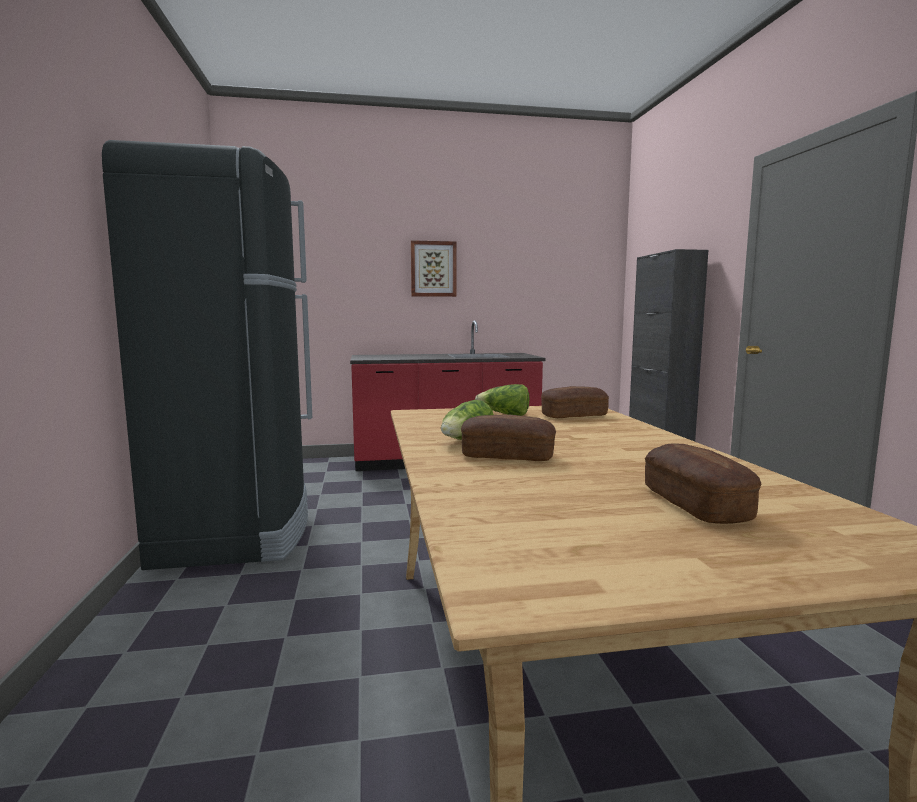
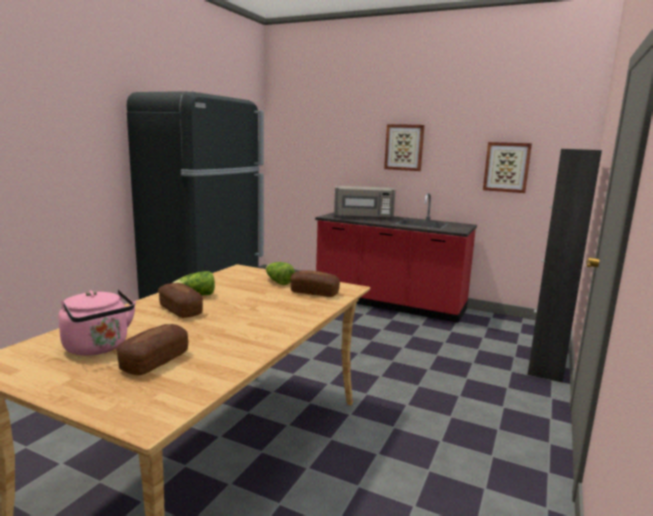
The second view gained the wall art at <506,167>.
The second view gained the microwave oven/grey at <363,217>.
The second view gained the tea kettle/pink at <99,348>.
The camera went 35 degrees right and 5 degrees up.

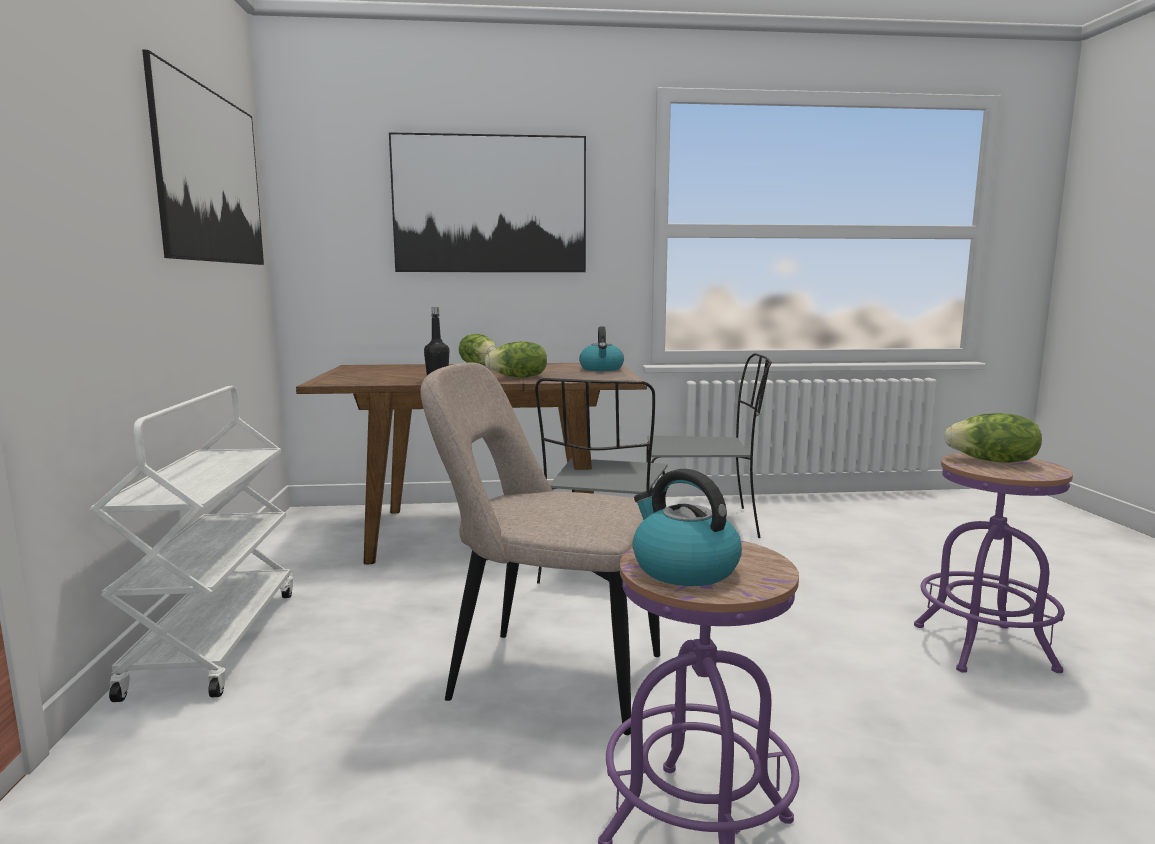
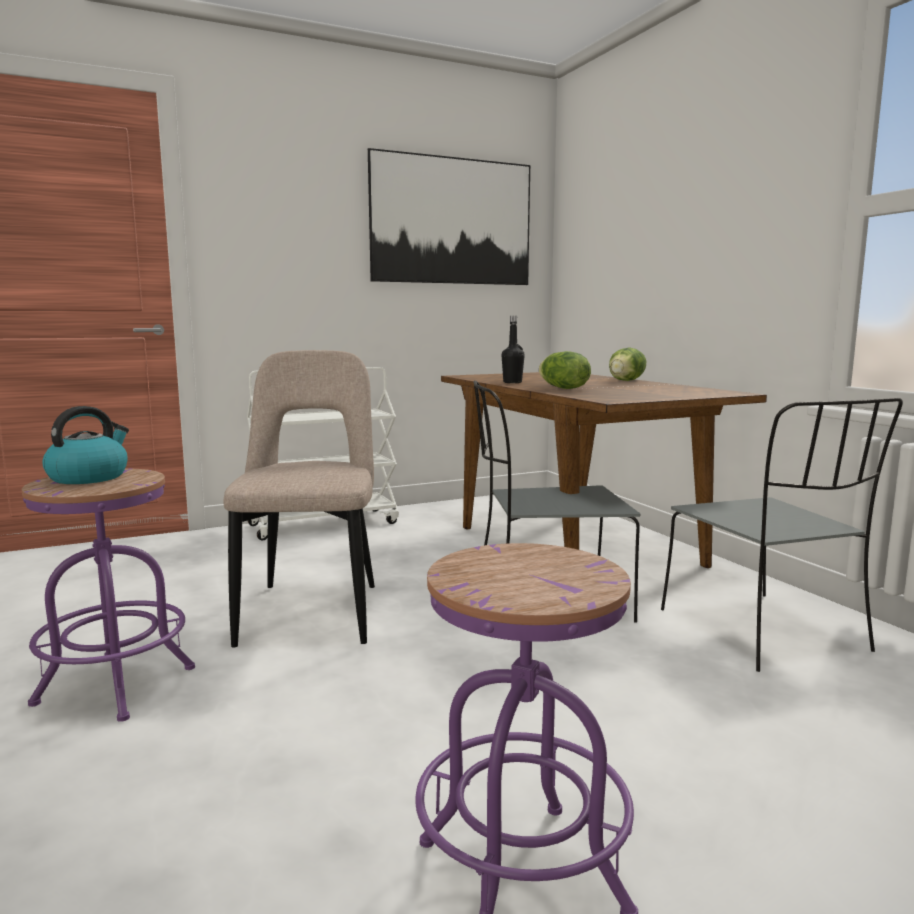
The second view lost the wall art at <490,204>.
The second view lost the tea kettle at <601,369>.
The second view lost the lettuce at <993,461>.
The camera went 70 degrees right and 0 degrees up.

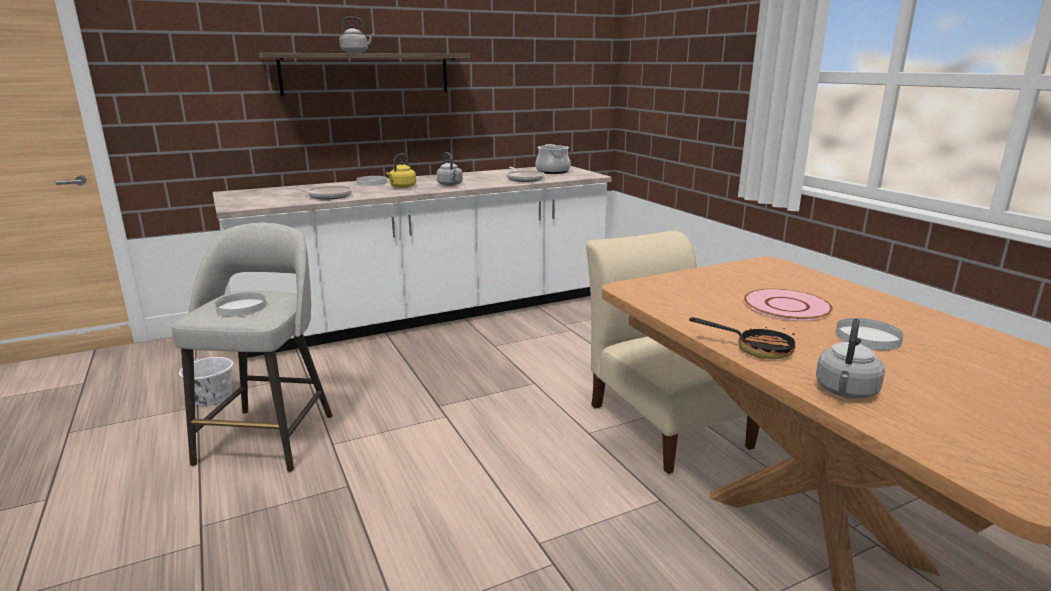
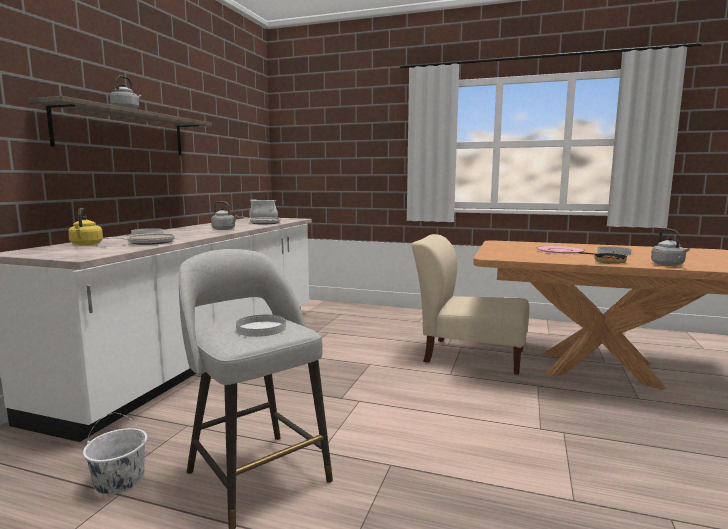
The tea kettle/yellowish ended up elsewhere, having gone from <402,187> to <86,244>.
The camera went 45 degrees left and 10 degrees down.

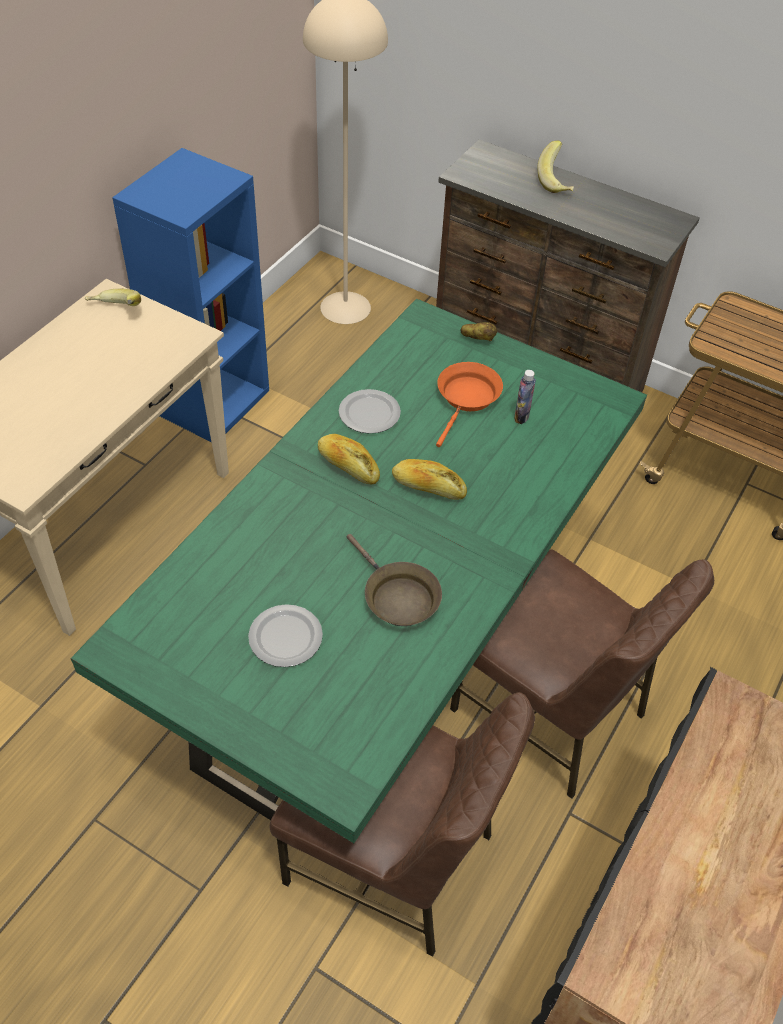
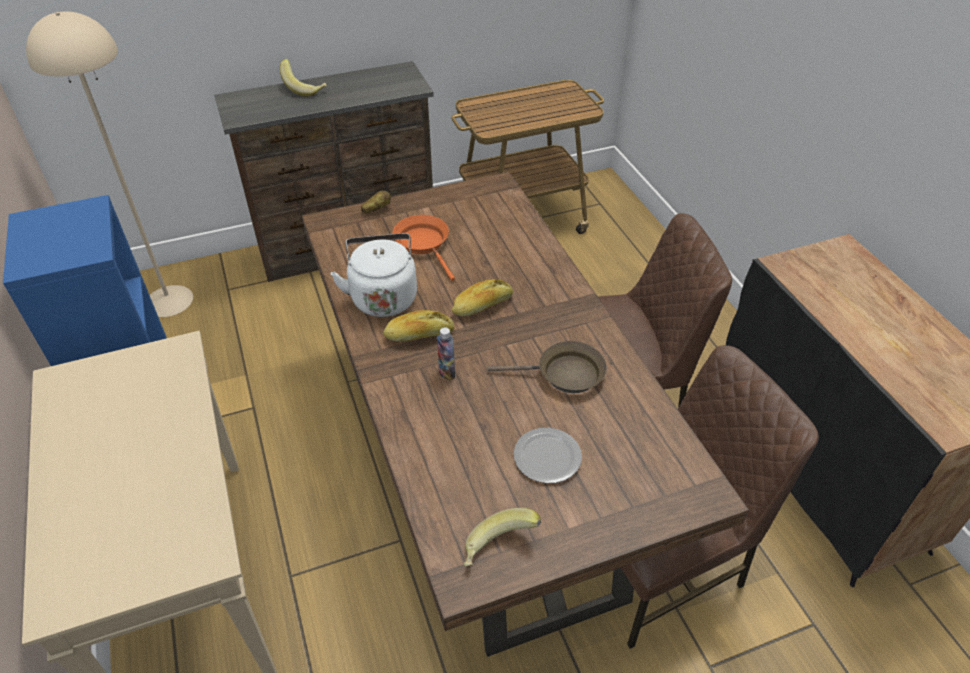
The whole banana ended up elsewhere, having gone from <115,312> to <499,549>.
What was the dining table/greenish at <384,645> turned into the dining table/brown at <486,463>.
The drink bottle ended up elsewhere, having gone from <521,416> to <446,372>.
Where the plate stood at <370,413>, the tea kettle/whitish came to stand at <383,296>.
The camera went 50 degrees left and 5 degrees down.

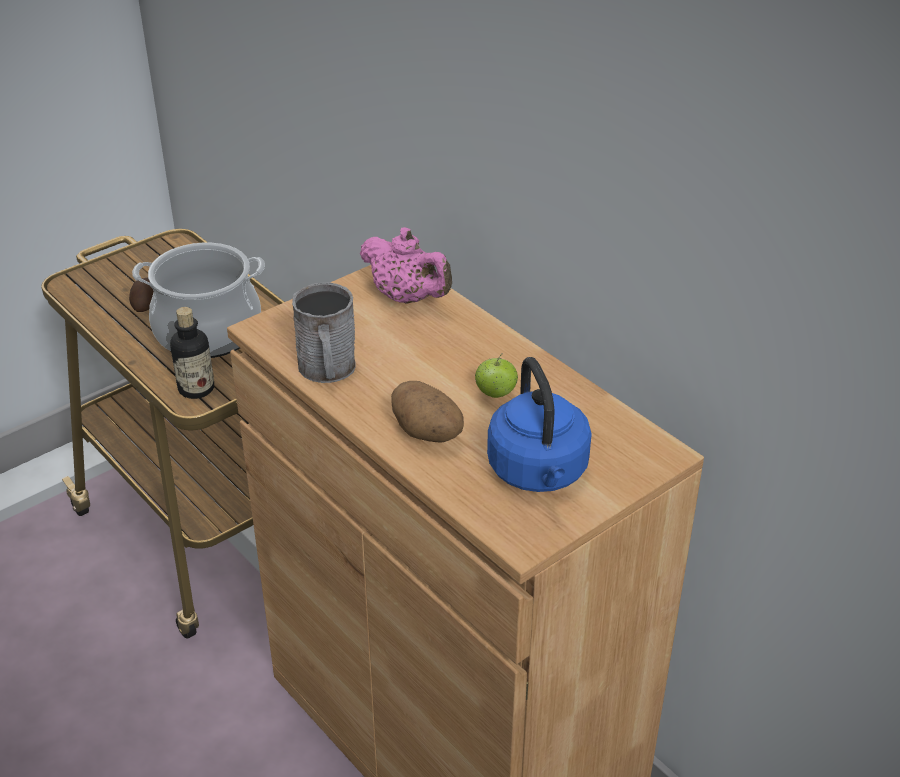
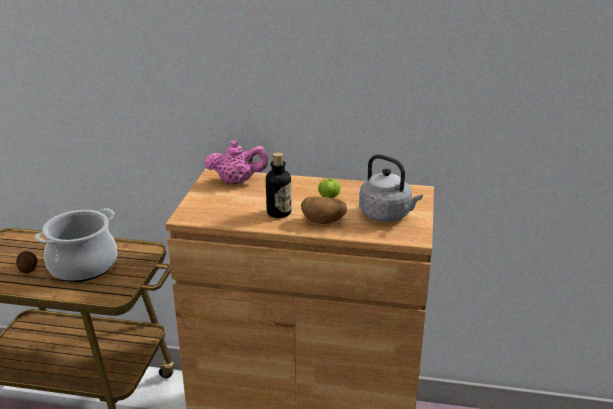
The second view lost the coffee mug/grey at <328,370>.
The drink bottle ended up elsewhere, having gone from <196,389> to <279,212>.
What was the tea kettle/blue-coloured at <539,473> turned into the tea kettle/grey at <387,215>.
The camera went 40 degrees left and 10 degrees down.

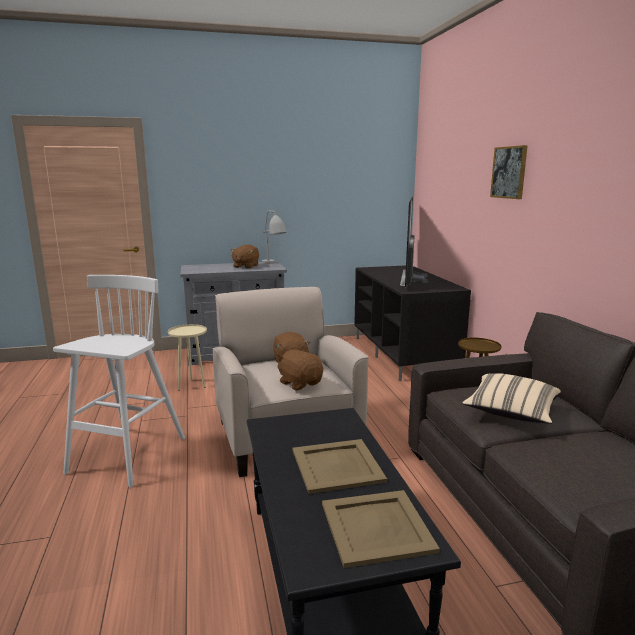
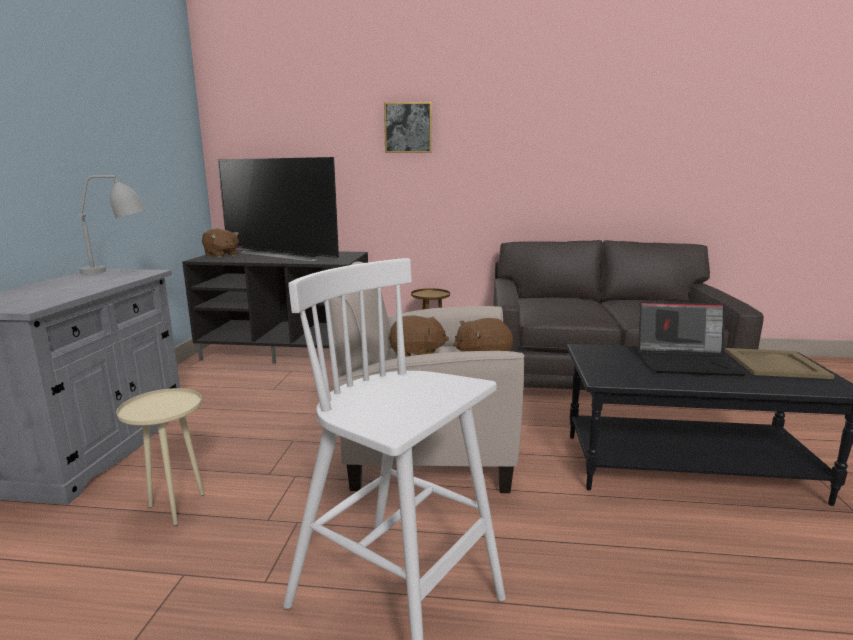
The soft toy/brown ended up elsewhere, having gone from <245,266> to <221,255>.
The second view lost the throw pillow/beige-coloured at <511,412>.
Where the carrying tray/beige-coloured stood at <338,466>, the notebook computer came to stand at <687,362>.
The camera went 70 degrees left and 0 degrees up.

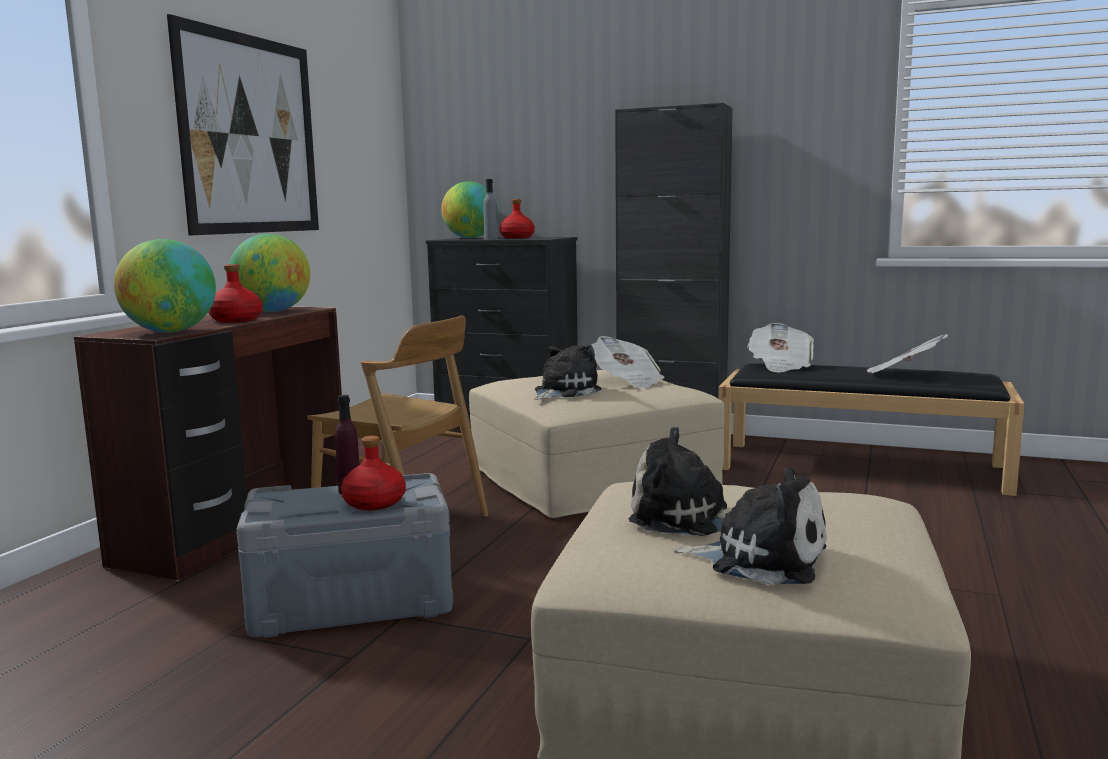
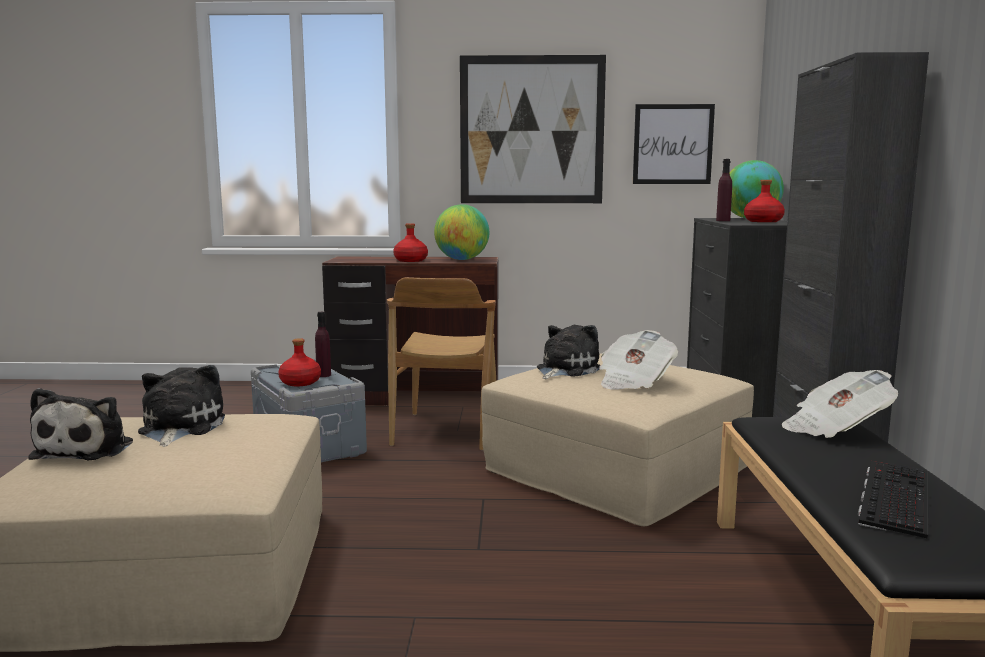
What was the drink bottle/grey at <491,239> turned into the drink bottle/purple at <723,220>.
The second view lost the globe at <170,332>.
Where the printed paper stood at <903,374>, the computer keyboard came to stand at <892,496>.
The soft toy at <563,391> ended up facing another way, 75 degrees counterclockwise from before.
The second view gained the wall art at <673,144>.
The camera went 70 degrees right and 0 degrees up.

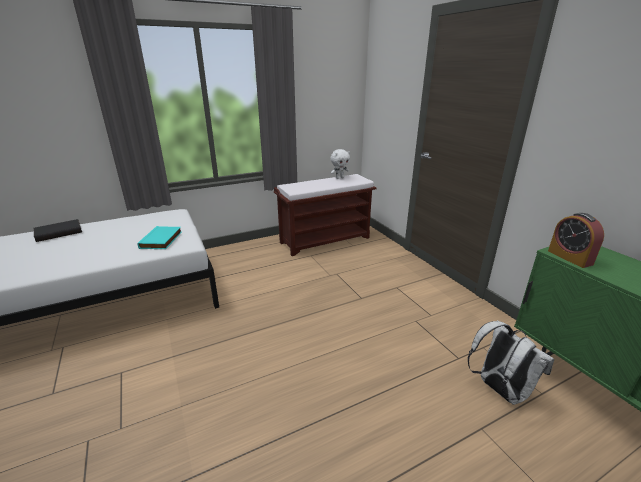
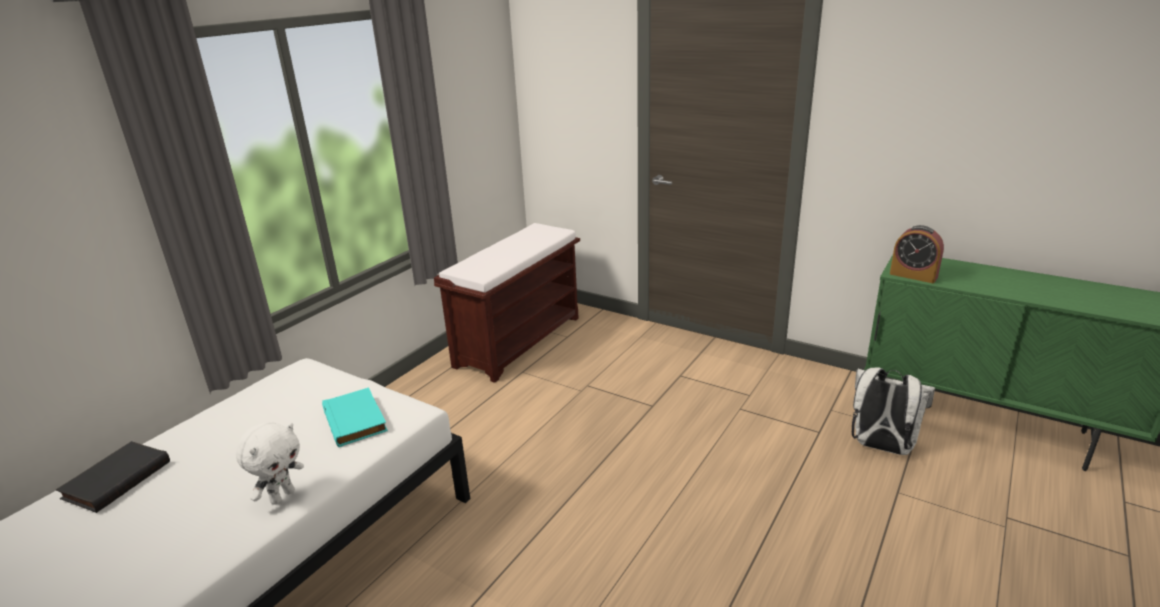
The soft toy/whitish ended up elsewhere, having gone from <339,178> to <282,496>.
The camera went 30 degrees left and 0 degrees up.

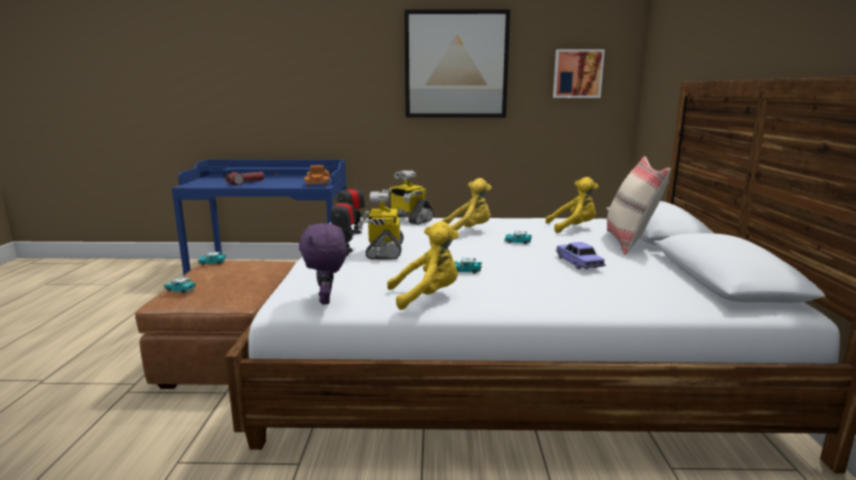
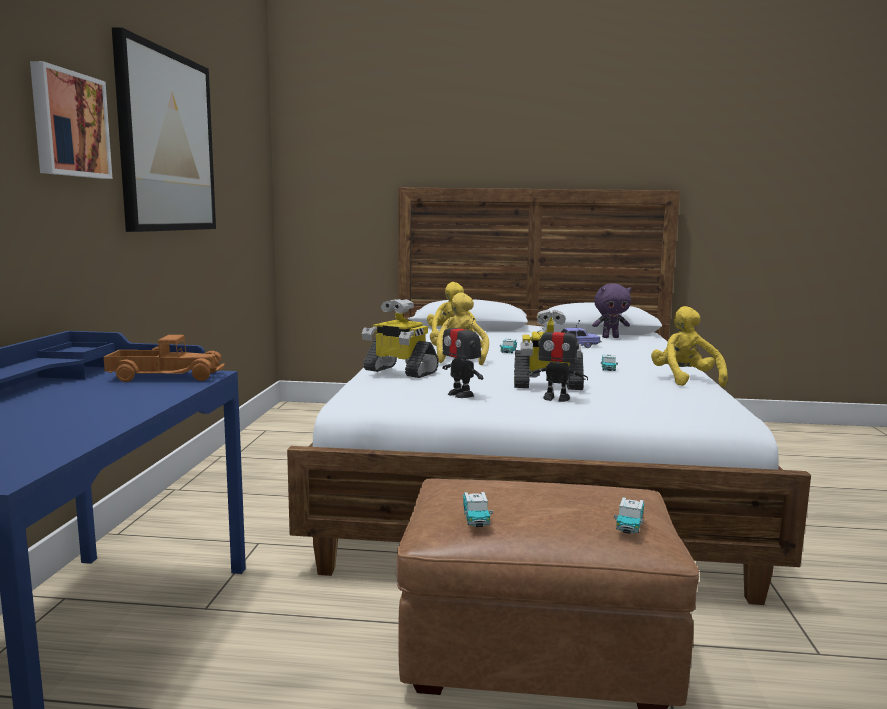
The wall art ended up elsewhere, having gone from <577,74> to <68,124>.
The second view lost the throw pillow/beige-coloured at <630,242>.
The toy robot at <407,219> ended up facing another way, 75 degrees clockwise from before.
The second view lost the flashlight at <246,183>.
The soft toy/purple ended up elsewhere, having gone from <326,300> to <610,337>.
The camera went 85 degrees left and 5 degrees down.

